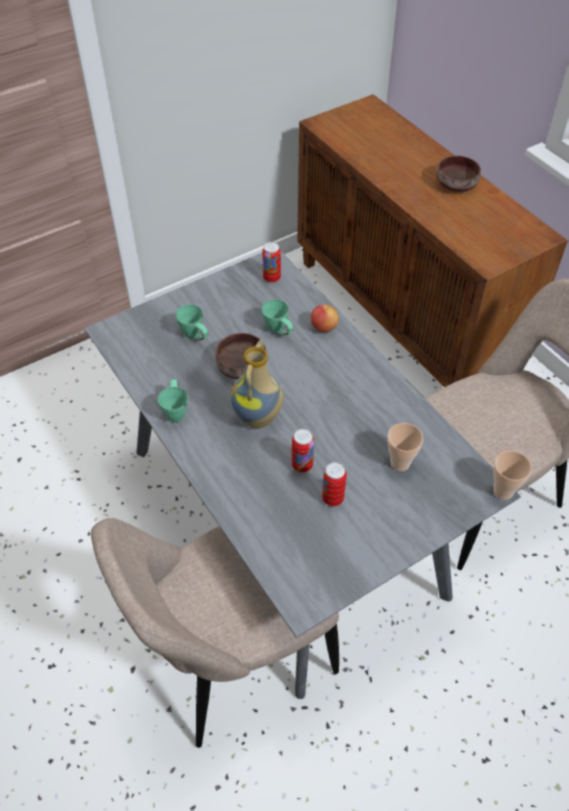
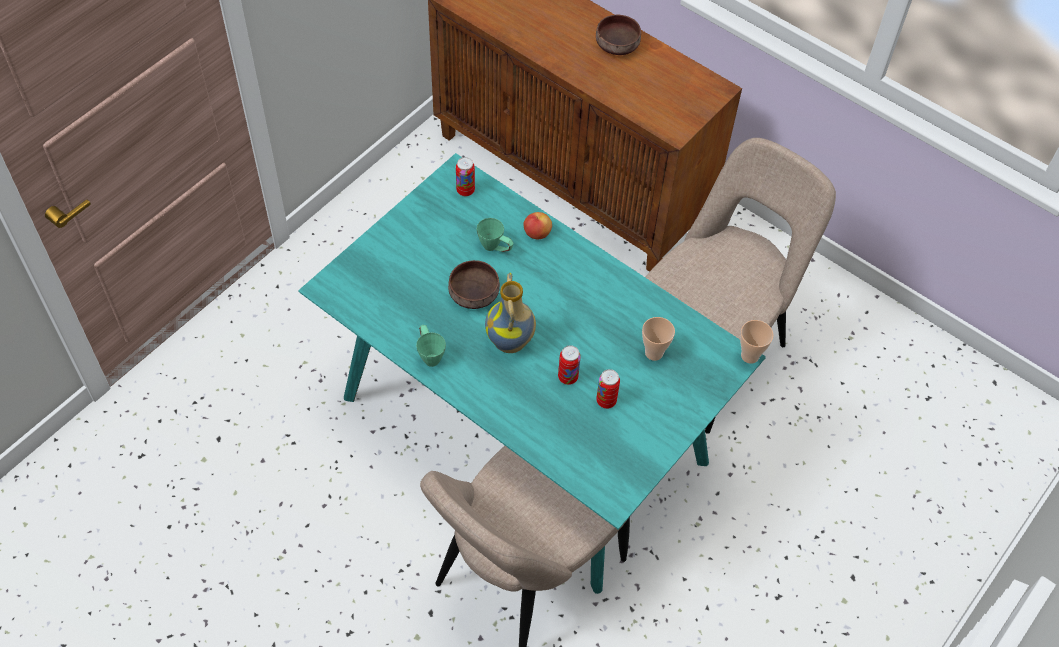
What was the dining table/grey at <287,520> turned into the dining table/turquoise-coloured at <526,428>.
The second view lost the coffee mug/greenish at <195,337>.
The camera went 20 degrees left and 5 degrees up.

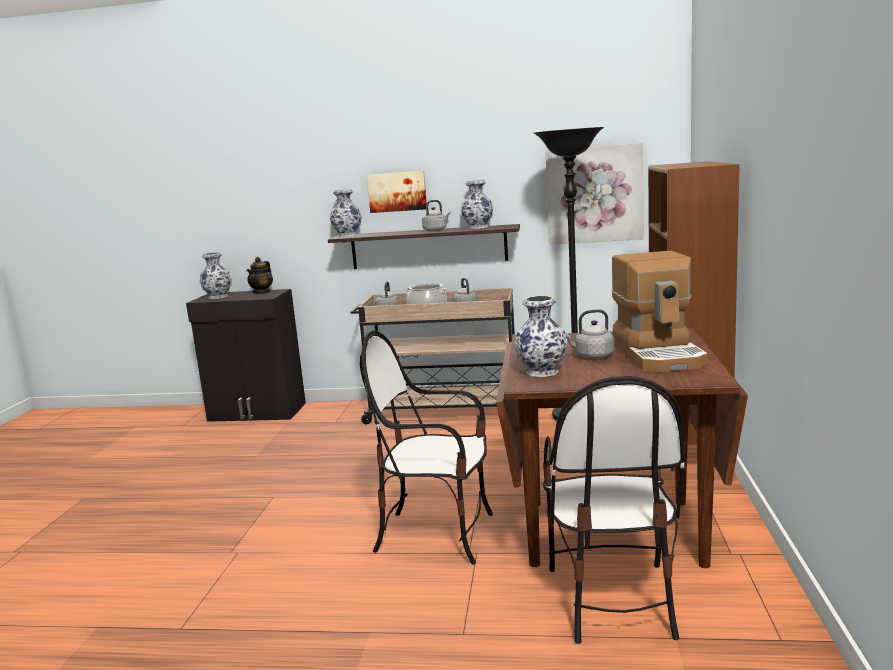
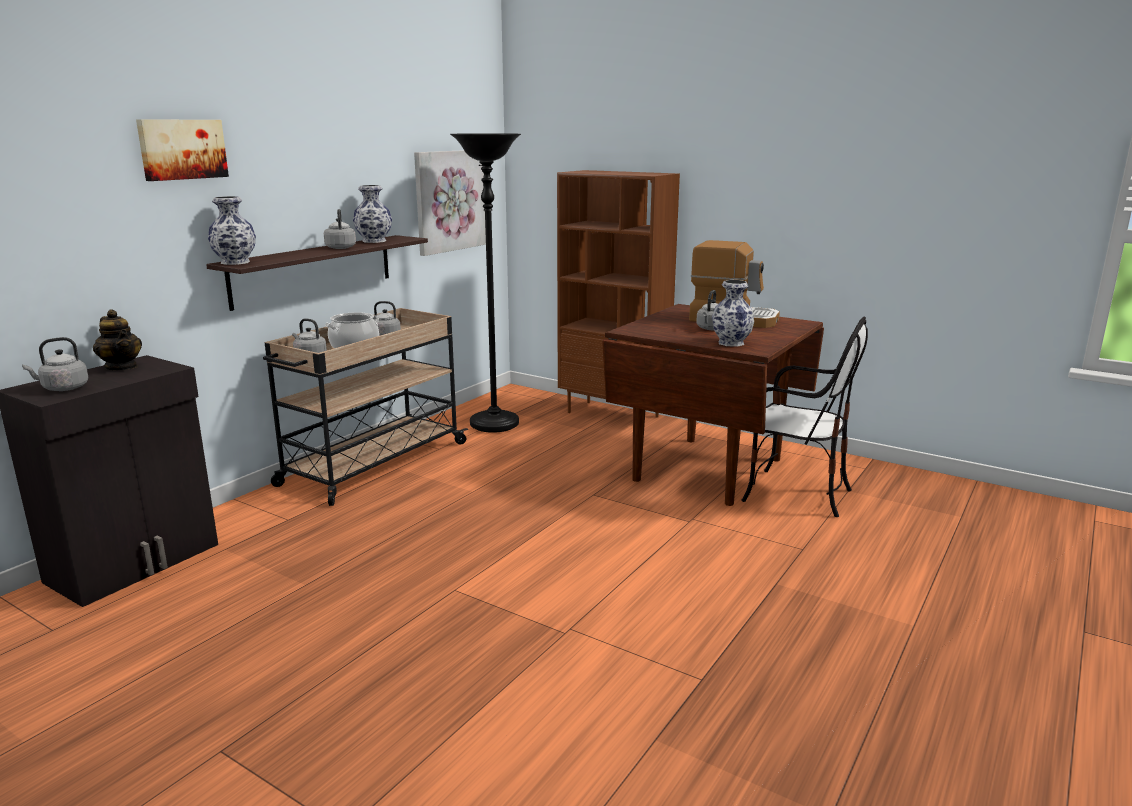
The wall art ended up elsewhere, having gone from <397,191> to <182,149>.
Where the vase stood at <217,297>, the tea kettle/grey came to stand at <63,388>.
The second view lost the upright chair at <437,534>.
The camera went 65 degrees left and 5 degrees up.

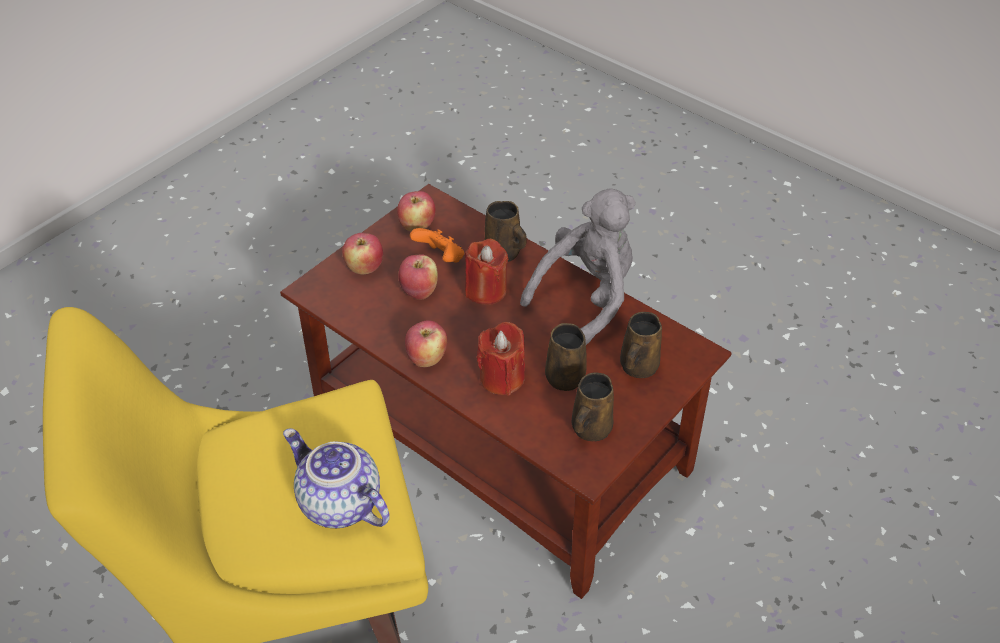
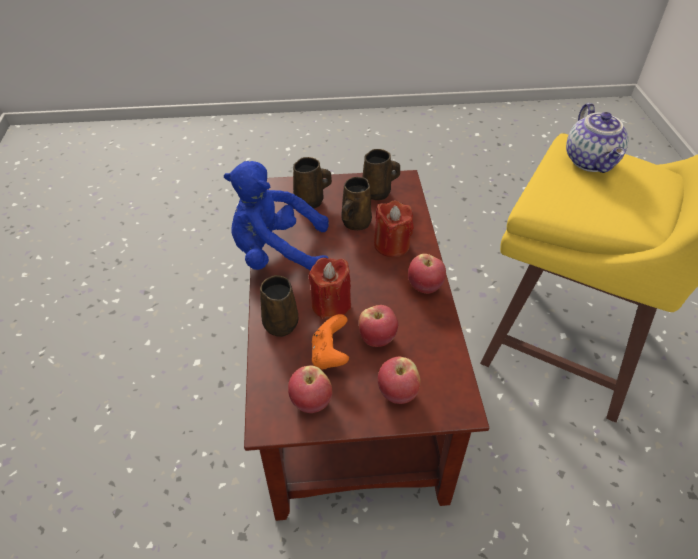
What was the soft toy/grey at <586,297> turned into the soft toy/blue-coloured at <277,254>.
The camera went 135 degrees left and 0 degrees up.

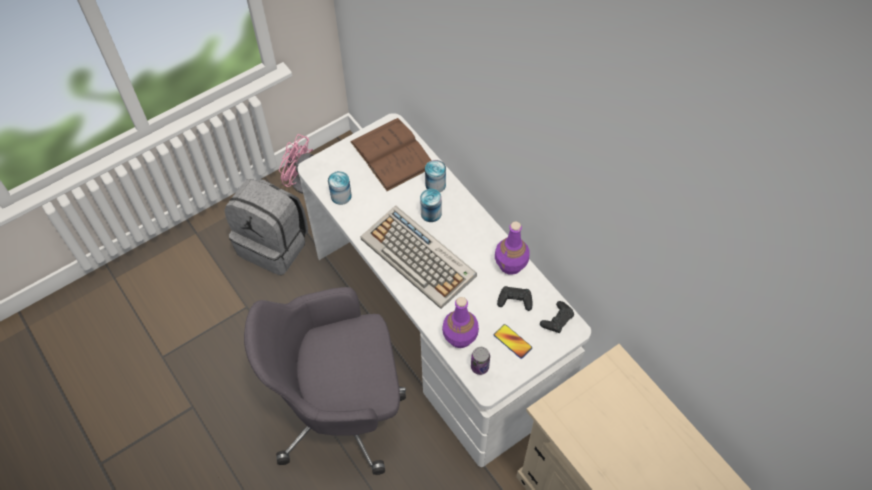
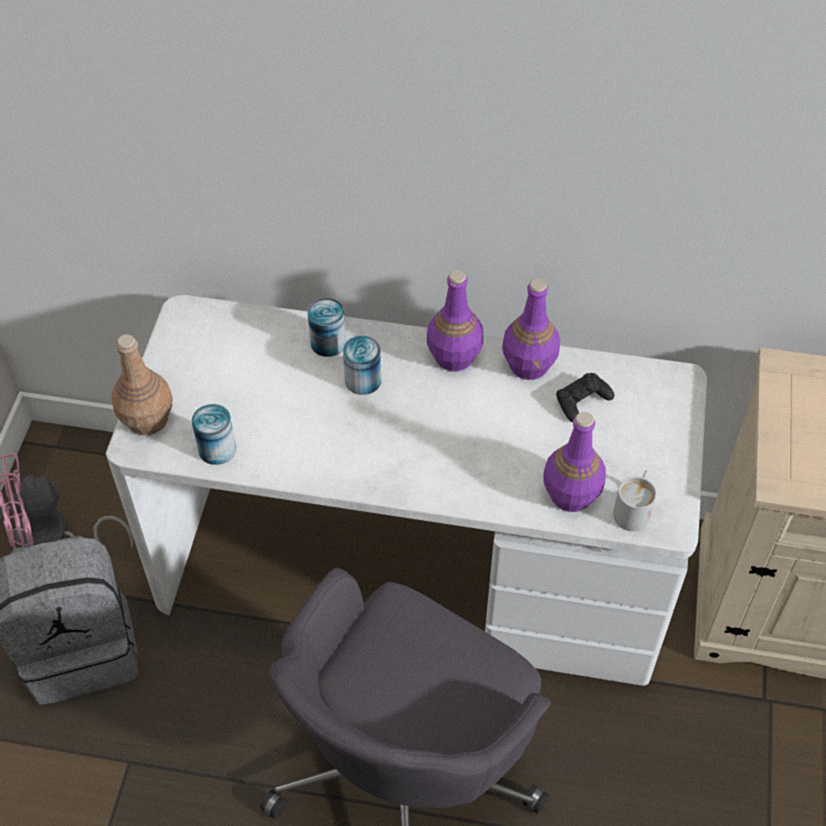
The second view lost the book/brown at <392,154>.
The second view lost the computer keyboard at <419,257>.
The second view lost the game controller/black-coloured at <557,320>.
The second view lost the phone at <512,341>.
Where the metal can stood at <479,367>, the coffee mug/whitish came to stand at <634,509>.
The second view gained the drink bottle/purple at <454,357>.
The second view gained the drink bottle/brown at <148,419>.
The camera went 45 degrees left and 5 degrees down.

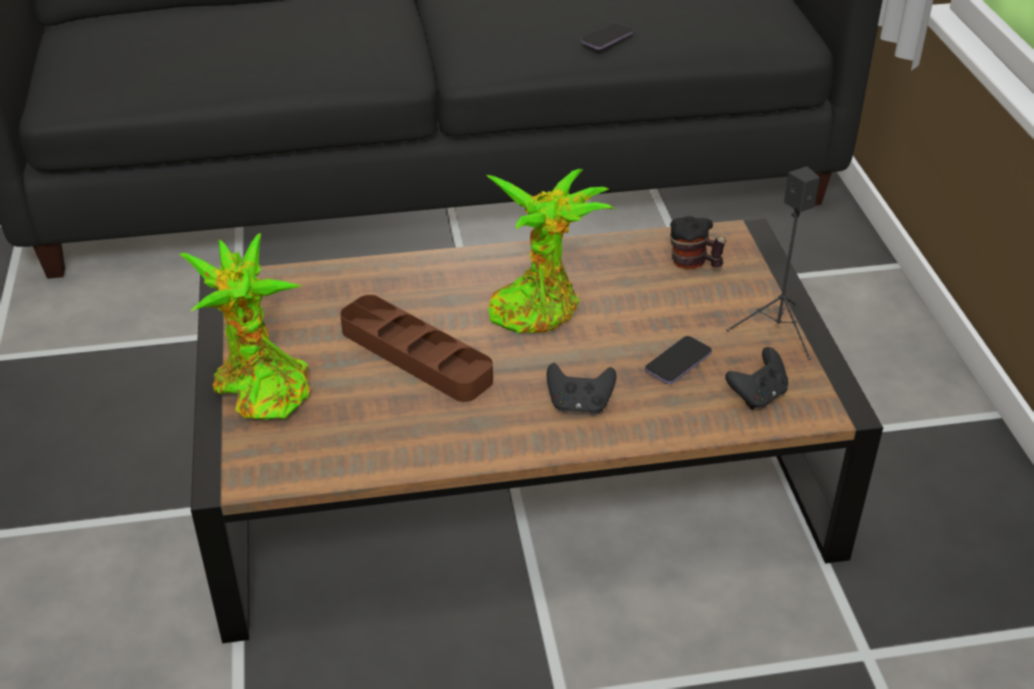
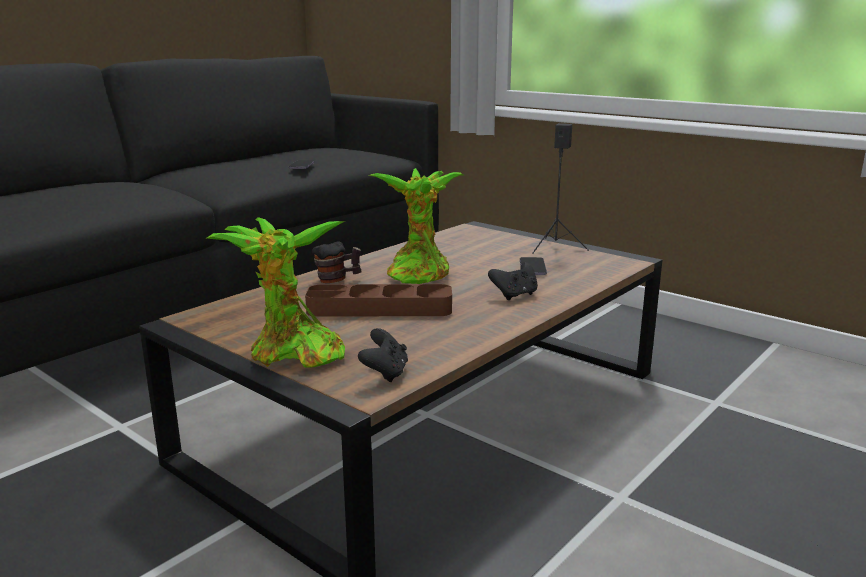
The coffee mug ended up elsewhere, having gone from <693,263> to <337,280>.
The game controller/black-coloured ended up elsewhere, having gone from <757,396> to <385,373>.
The camera went 40 degrees left and 20 degrees down.

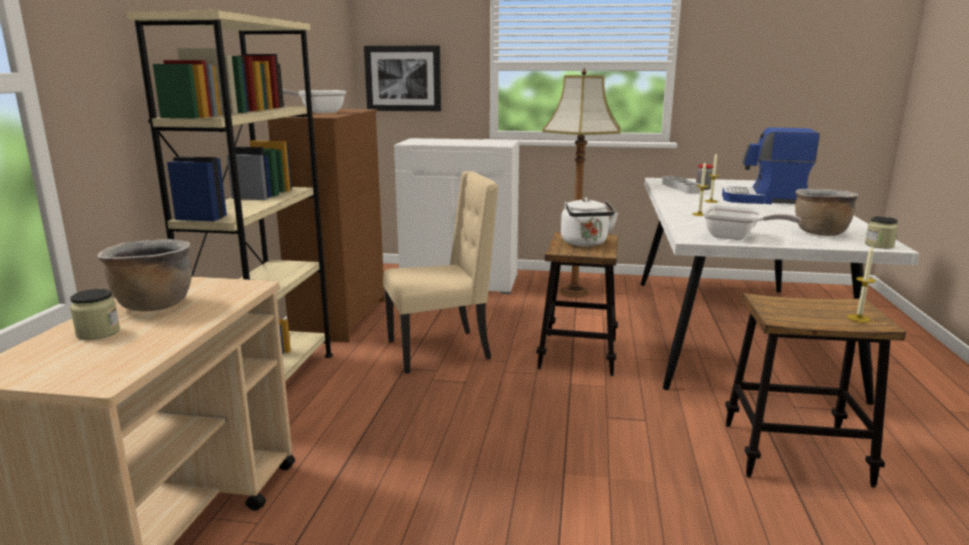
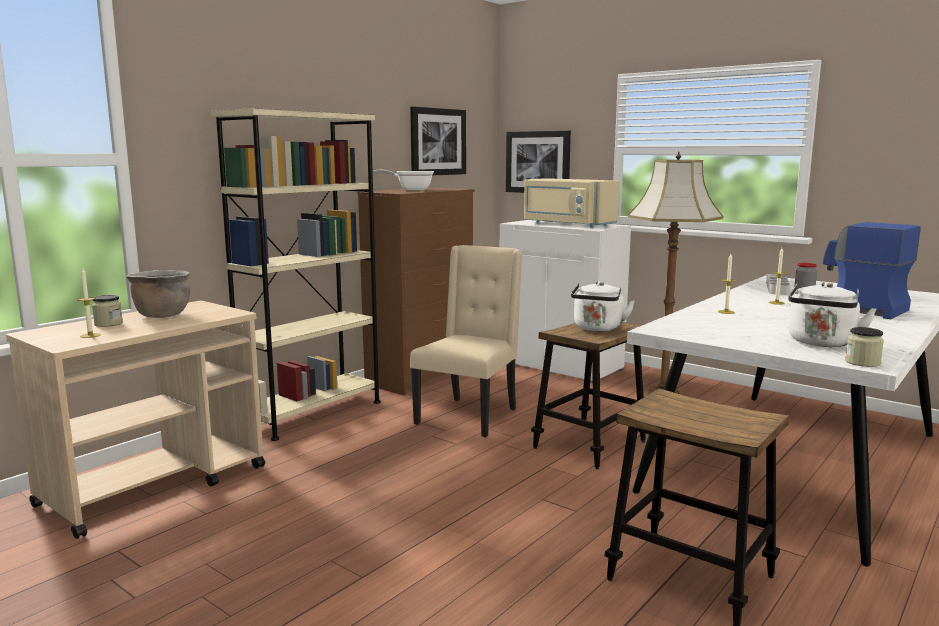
The upright chair/beige-coloured at <441,350> ended up facing another way, 75 degrees counterclockwise from before.
Where the saucepot/brown stood at <819,233>, the tea kettle/whitish came to stand at <821,343>.
The second view lost the skillet at <736,237>.
The wax light ended up elsewhere, having gone from <858,318> to <90,335>.
The second view gained the wall art at <437,142>.
The second view gained the microwave oven/beige-coloured at <566,224>.
The camera went 30 degrees right and 5 degrees down.

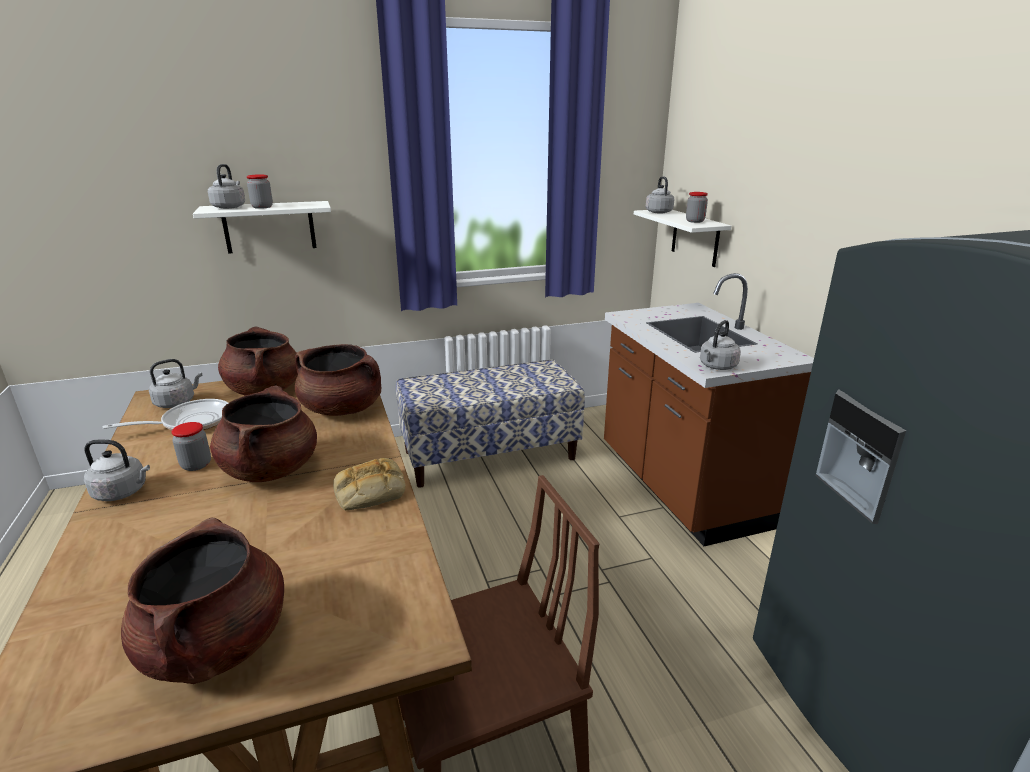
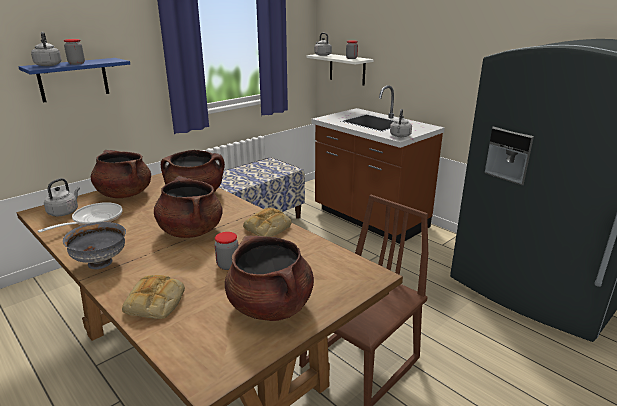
What was the wall shelf/whitish at <269,227> turned into the wall shelf/blue-coloured at <73,79>.
The preserve jar ended up elsewhere, having gone from <196,465> to <228,265>.
Where the tea kettle/grey stood at <123,492>, the bowl/grey came to stand at <101,263>.
The second view gained the bakery bread at <156,303>.
The camera went 25 degrees left and 0 degrees up.

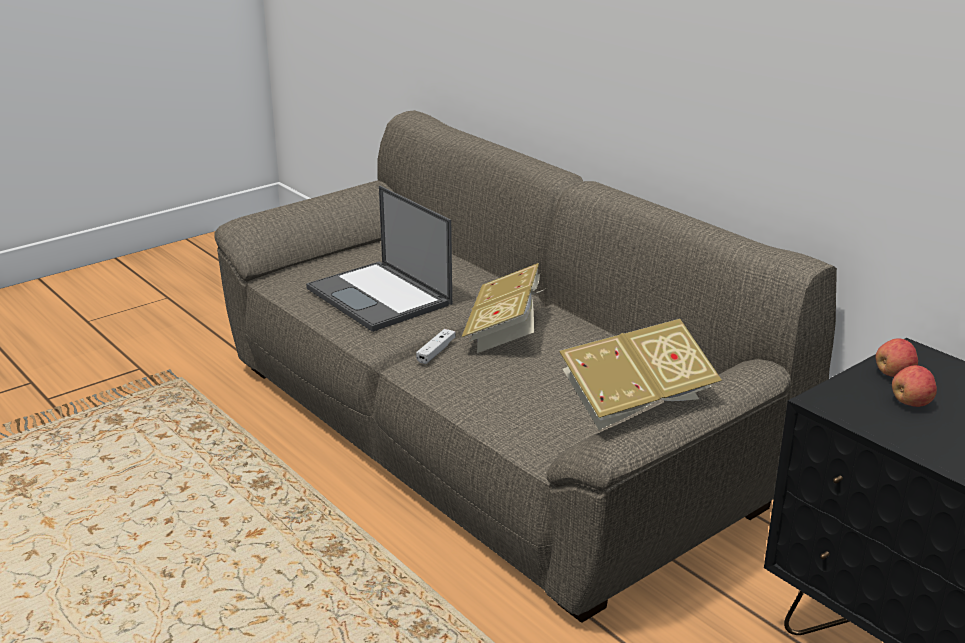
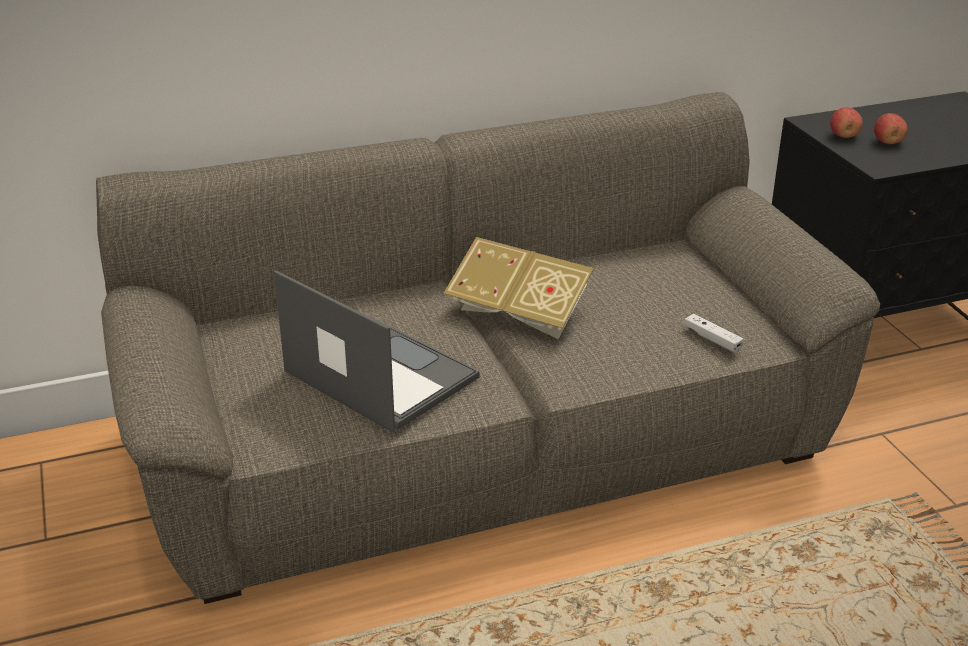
The notebook computer at <380,297> ended up facing another way, 120 degrees counterclockwise from before.
The second view lost the book at <635,402>.
The game controller/whitish ended up elsewhere, having gone from <436,352> to <712,339>.
The camera went 70 degrees left and 5 degrees up.

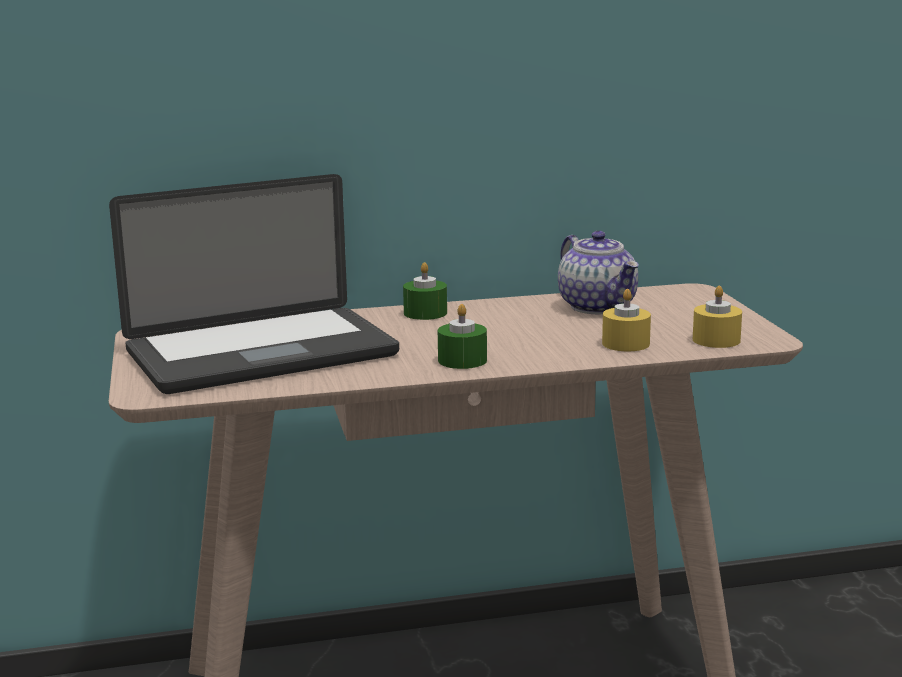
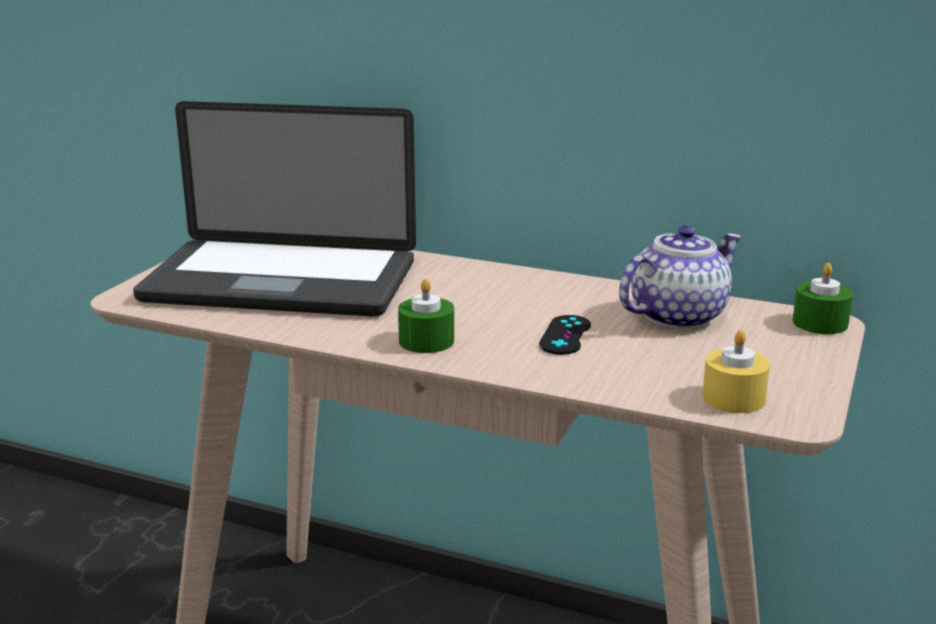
The tea pot at <598,307> ended up facing another way, 135 degrees counterclockwise from before.
The wax light/greenish ended up elsewhere, having gone from <425,313> to <820,323>.
The second view lost the wax light/yellowish at <625,343>.
The second view gained the game controller/black-coloured at <565,335>.
The camera went 35 degrees right and 5 degrees up.

